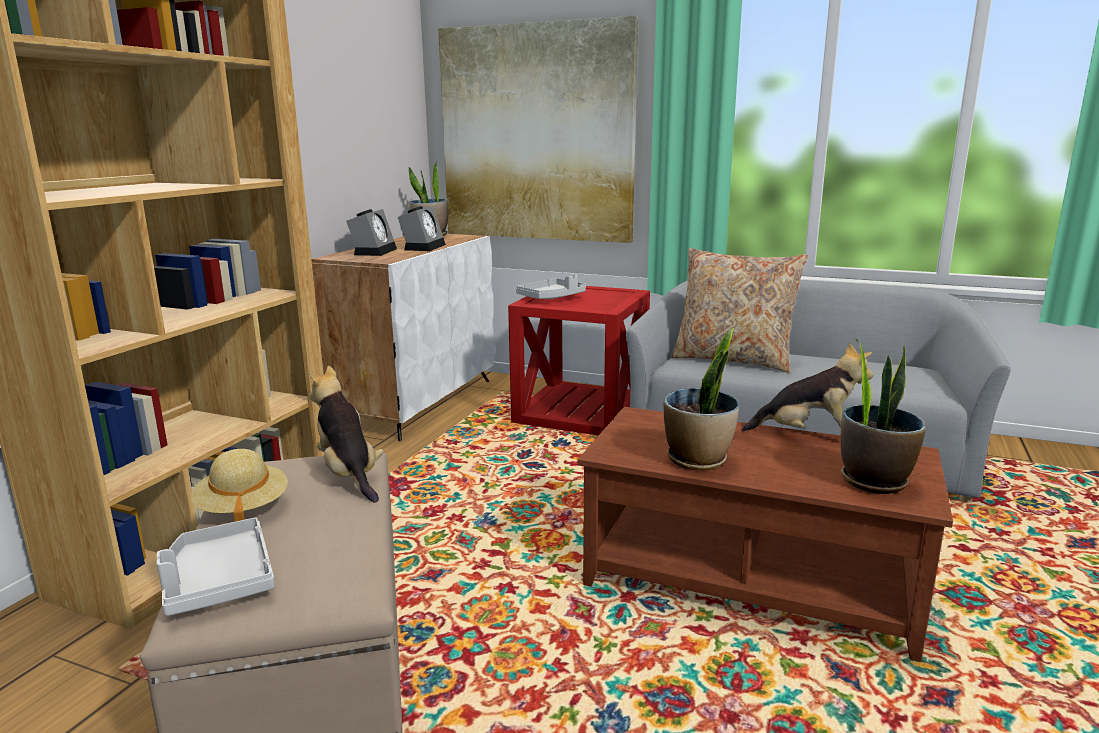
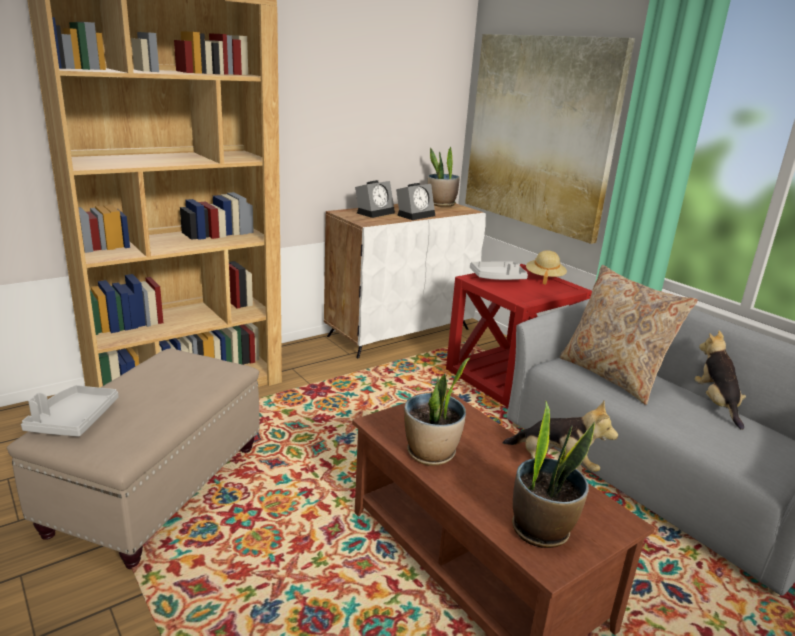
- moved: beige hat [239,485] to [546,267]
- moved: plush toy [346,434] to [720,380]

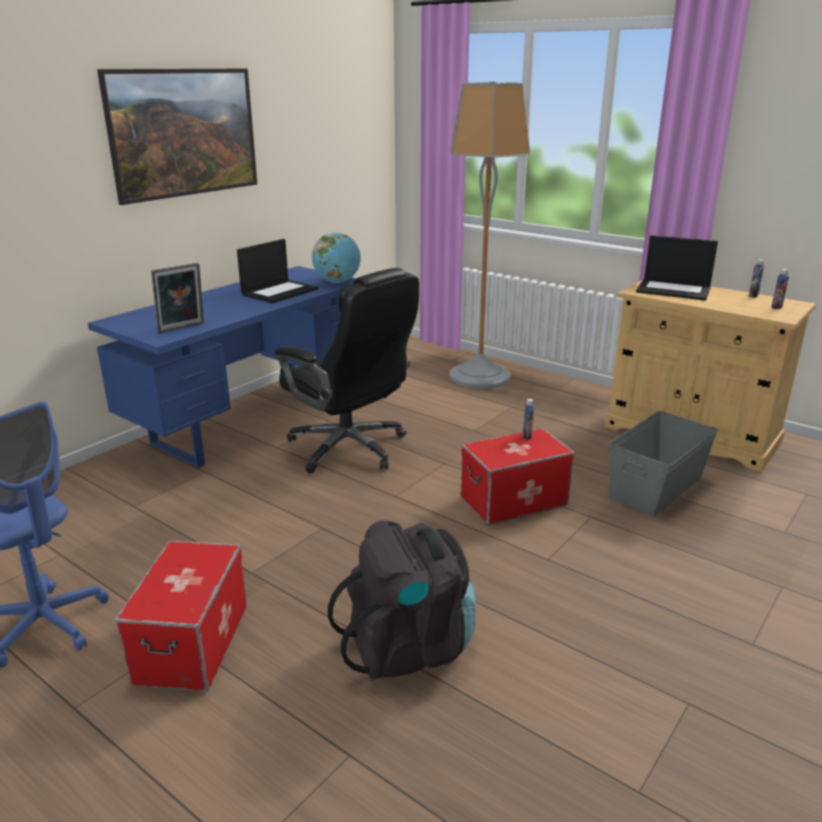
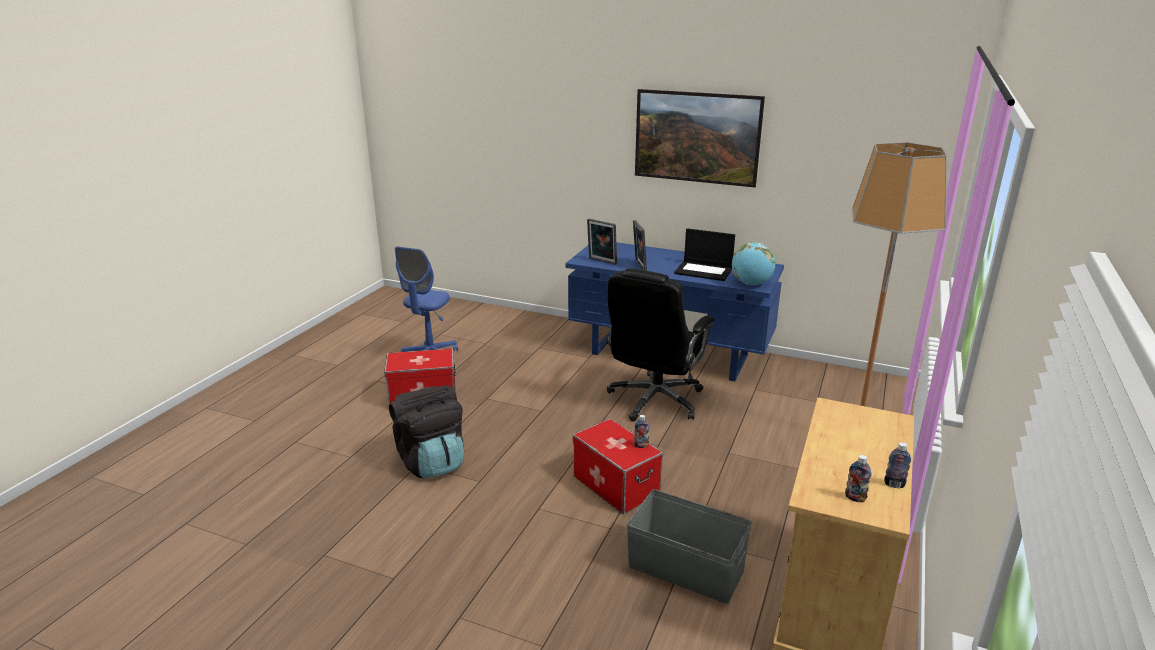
- removed: laptop [677,267]
- added: picture frame [640,245]

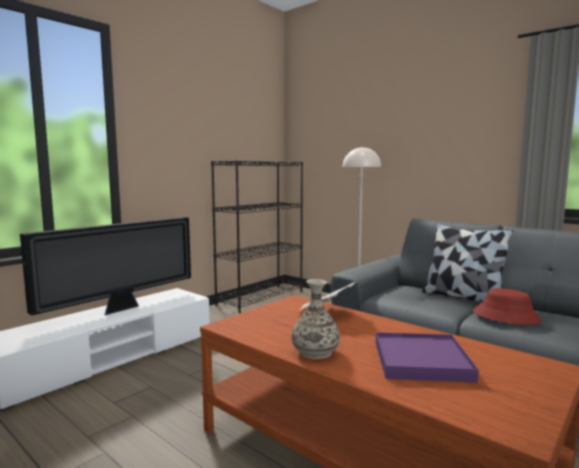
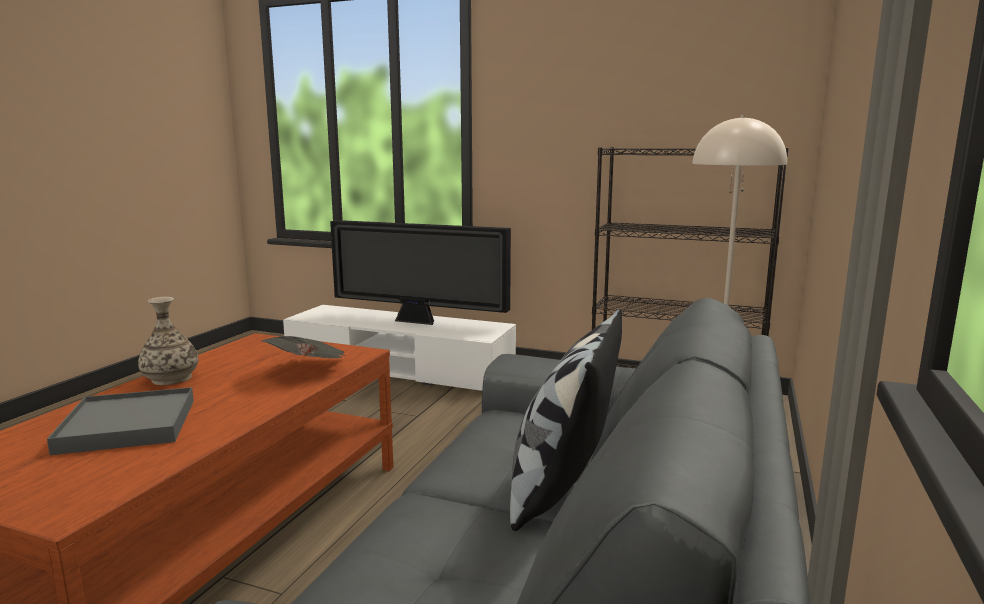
- recoloured: purple tray [427,357] to grey tray [120,421]
- removed: red hat [507,306]

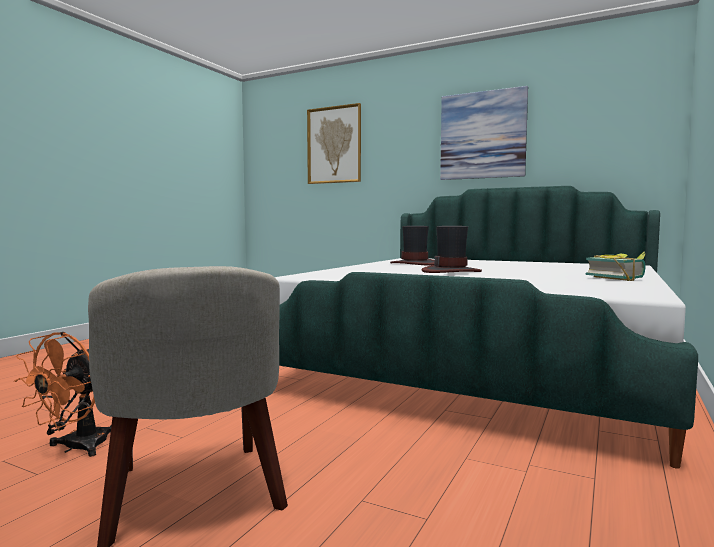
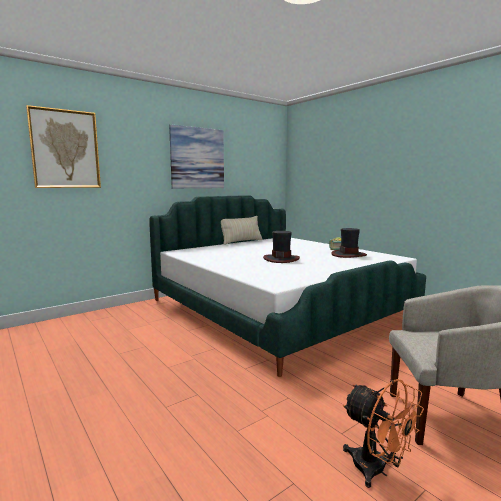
- moved: hat [412,246] to [349,243]
- added: beige pillow [242,230]

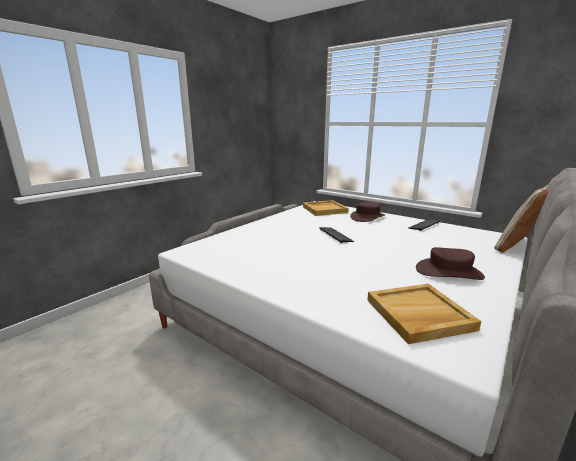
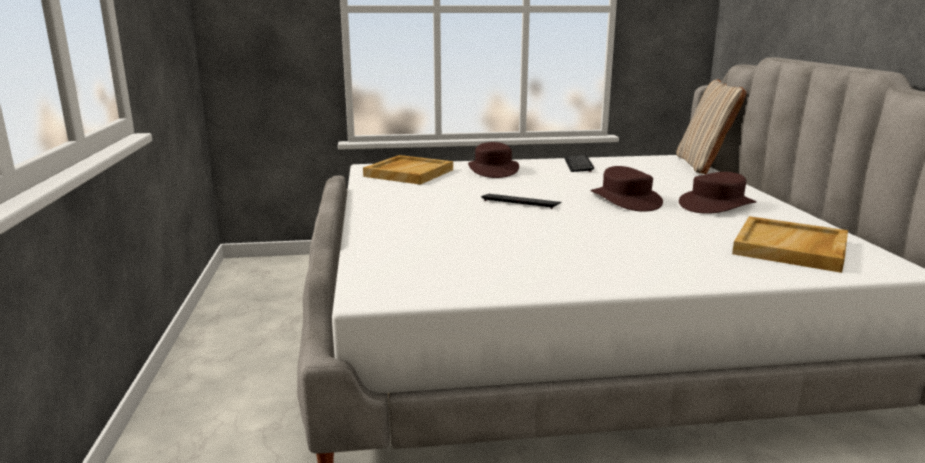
- added: brown hat [627,189]

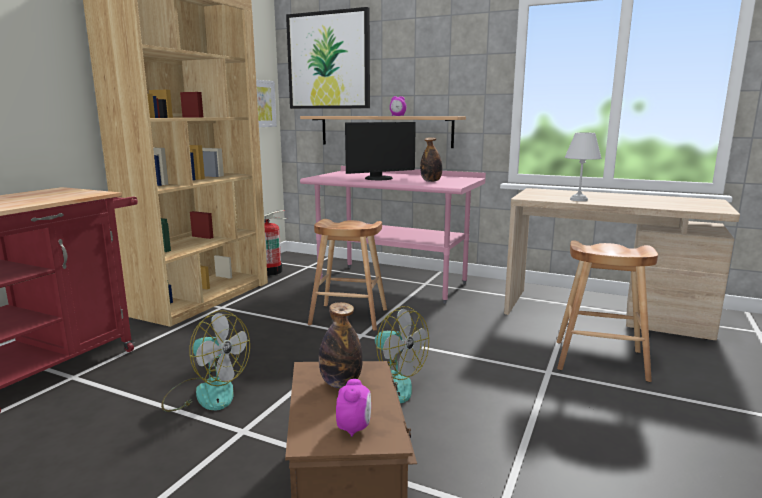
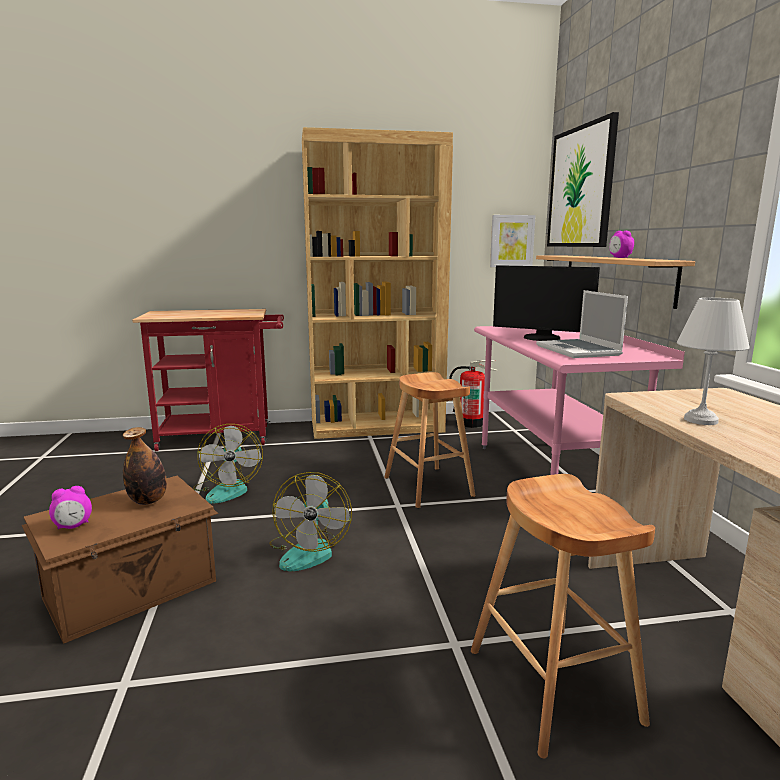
- replaced: bottle [431,159] to laptop [582,324]

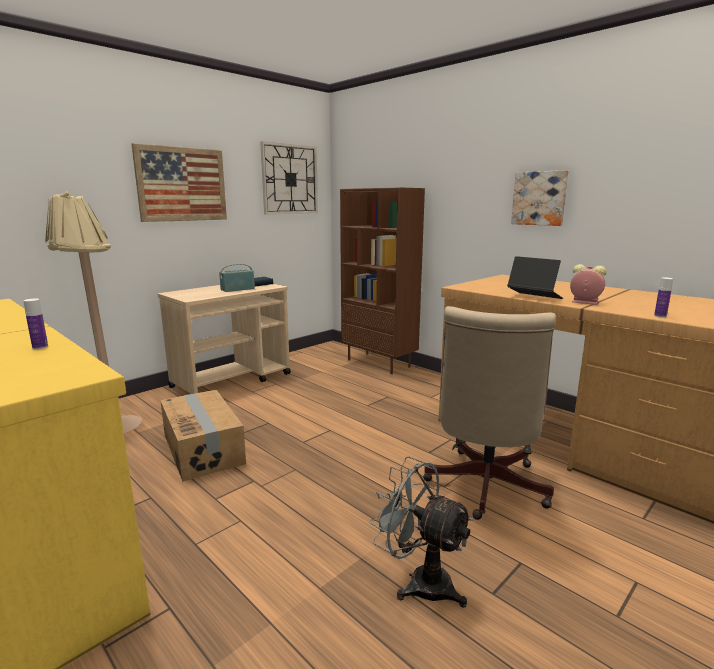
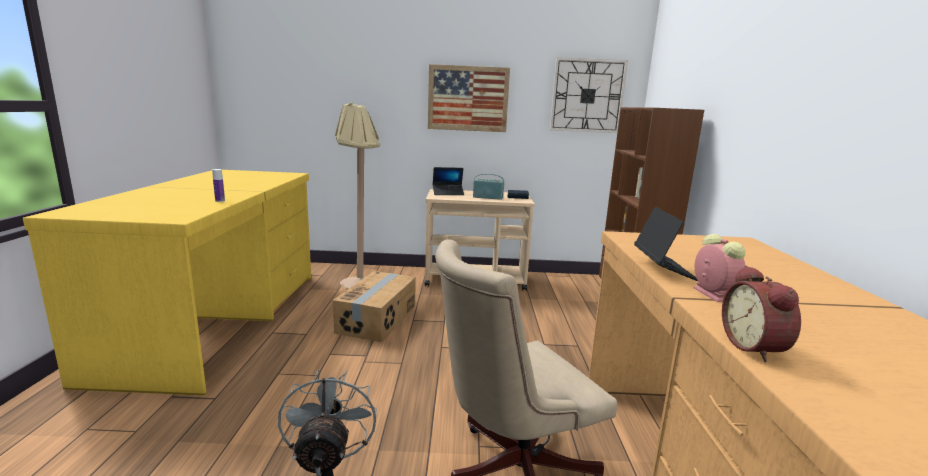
- removed: picture [540,198]
- replaced: bottle [663,297] to alarm clock [761,313]
- added: laptop [448,181]

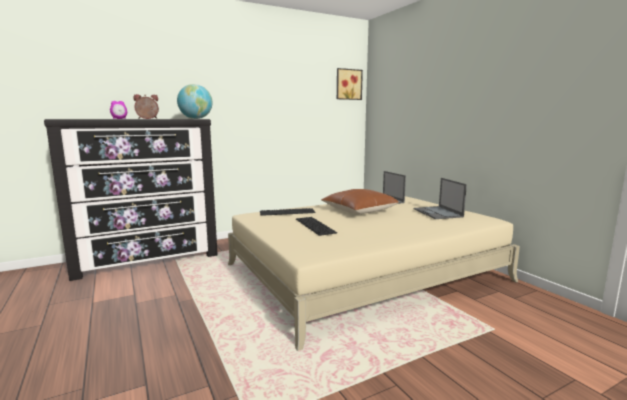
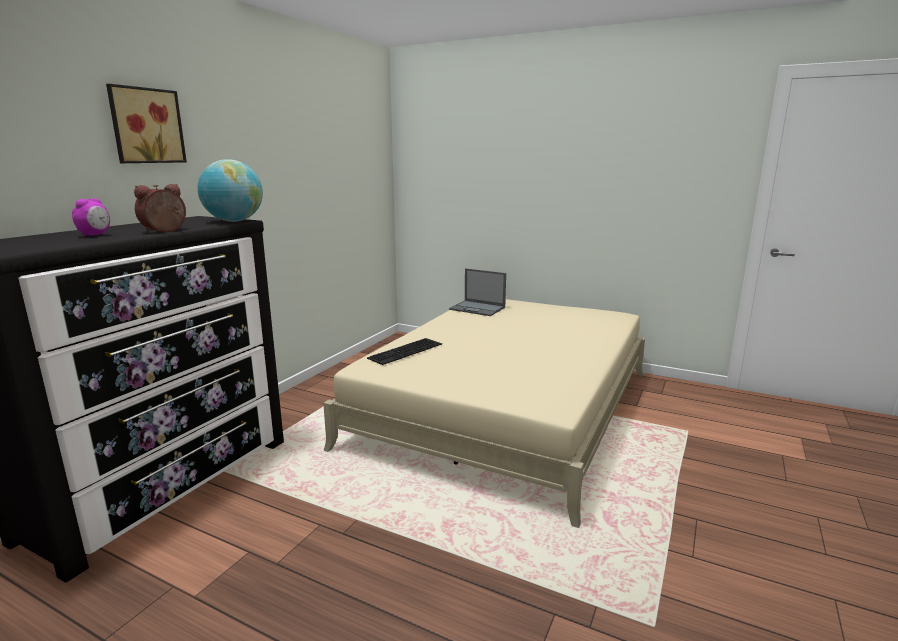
- removed: keyboard [316,226]
- removed: brown pillow [360,201]
- moved: picture [350,84] to [146,123]
- removed: laptop [440,198]

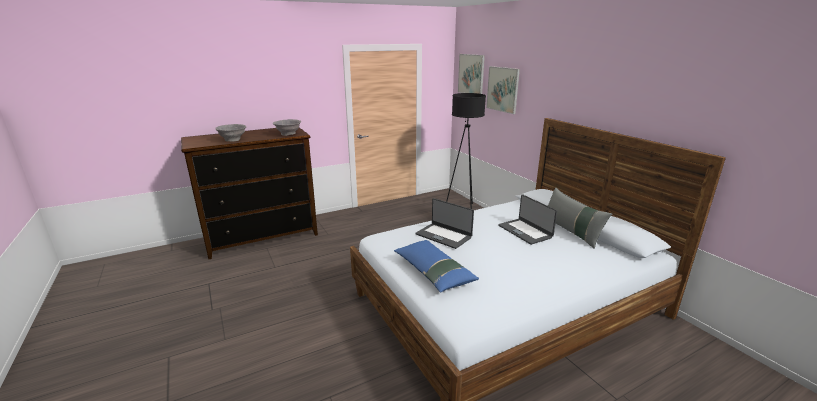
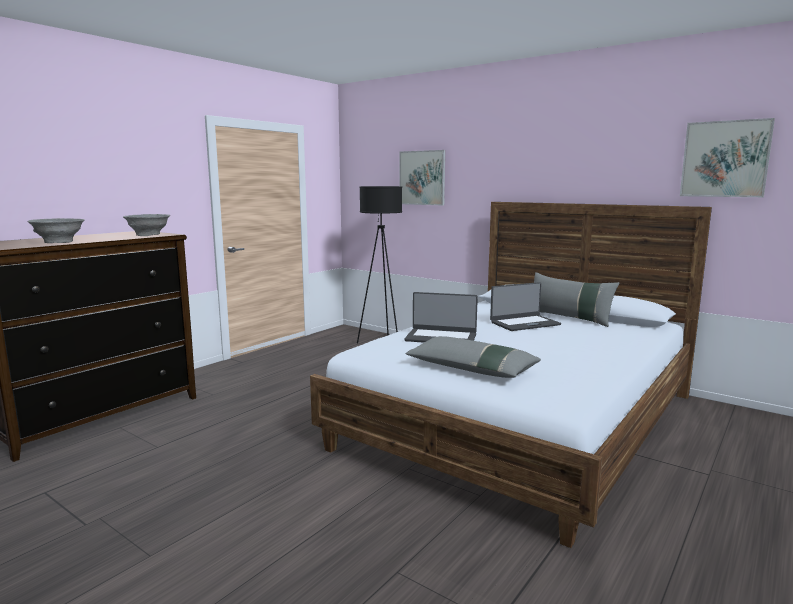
- recoloured: blue pillow [436,266] to grey pillow [473,357]
- moved: picture [471,74] to [727,157]
- turned: laptop [527,219] = [525,306] 60 degrees counterclockwise

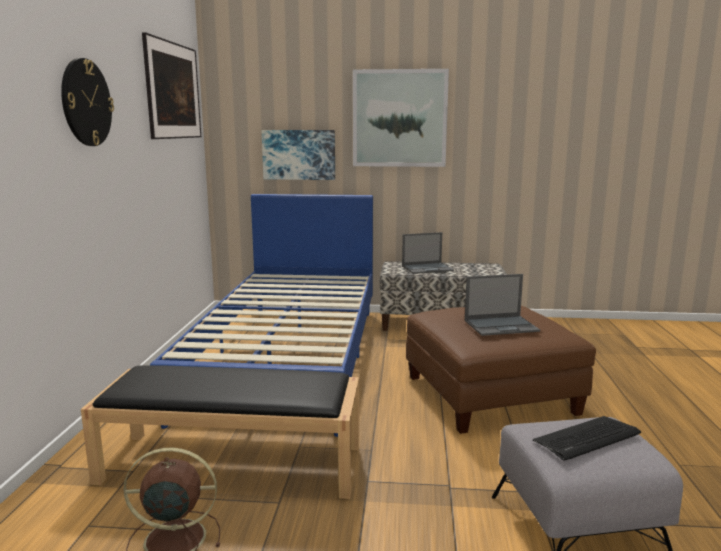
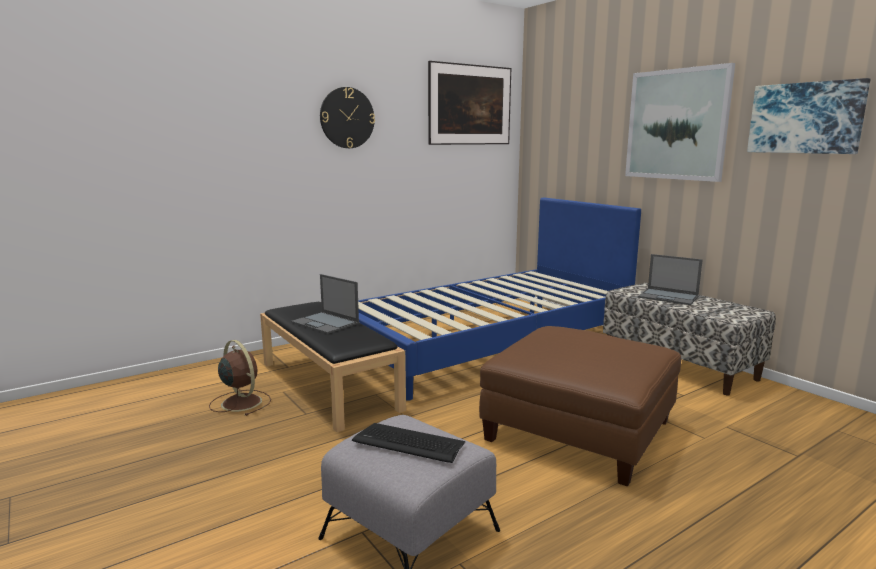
- moved: picture [298,155] to [808,116]
- moved: laptop [502,305] to [325,304]

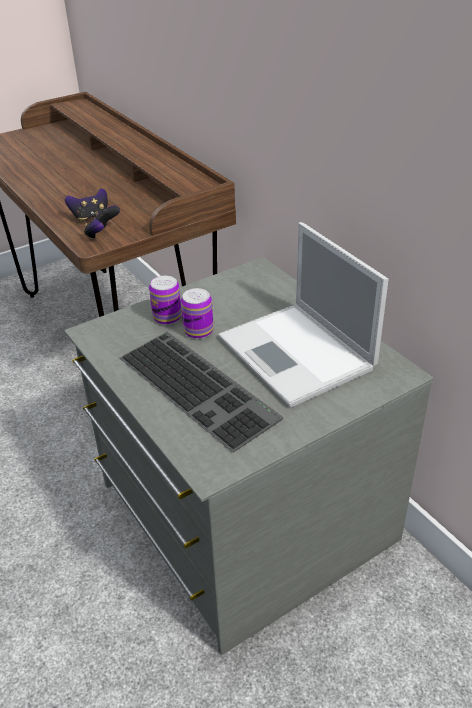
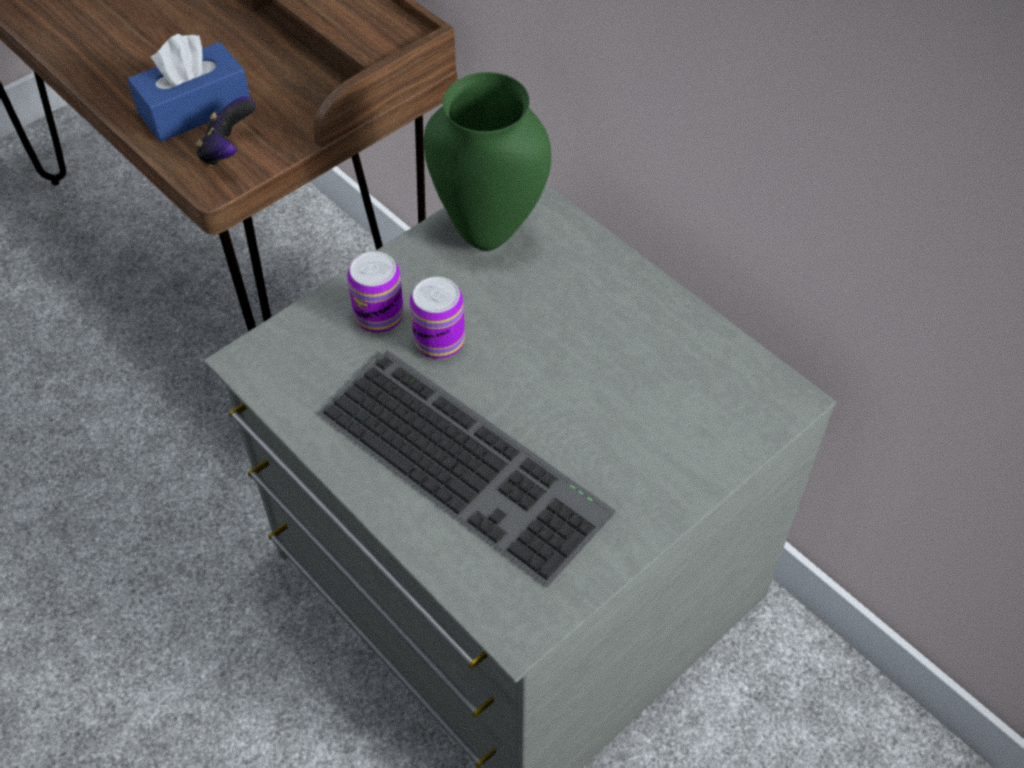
- replaced: game controller [86,205] to blue tissue box [188,88]
- removed: laptop [303,315]
- added: green vase [487,161]

